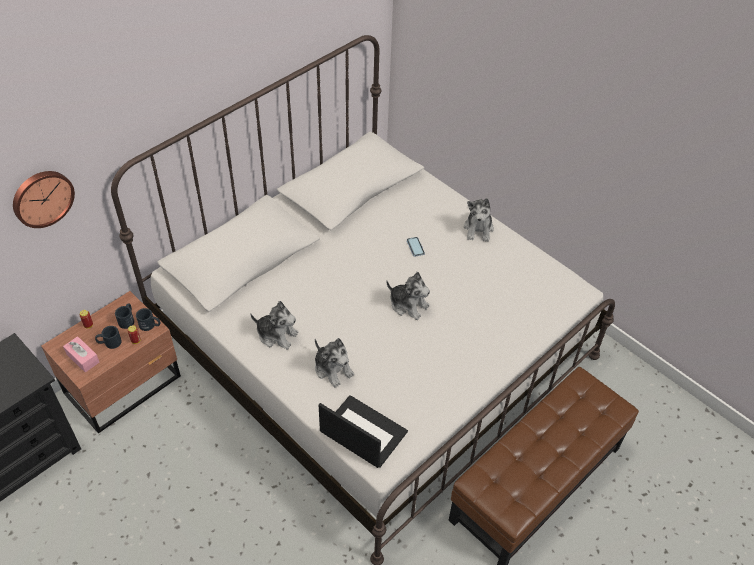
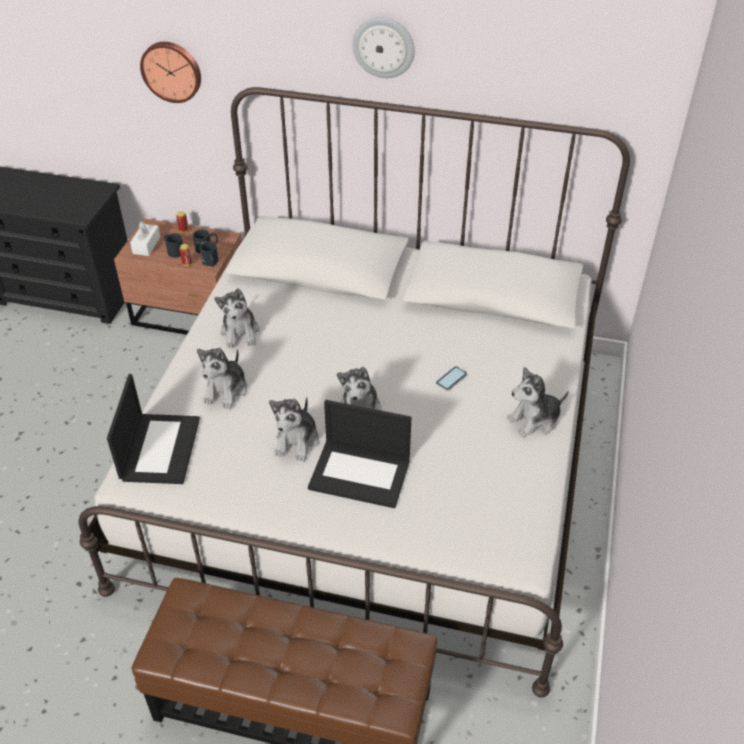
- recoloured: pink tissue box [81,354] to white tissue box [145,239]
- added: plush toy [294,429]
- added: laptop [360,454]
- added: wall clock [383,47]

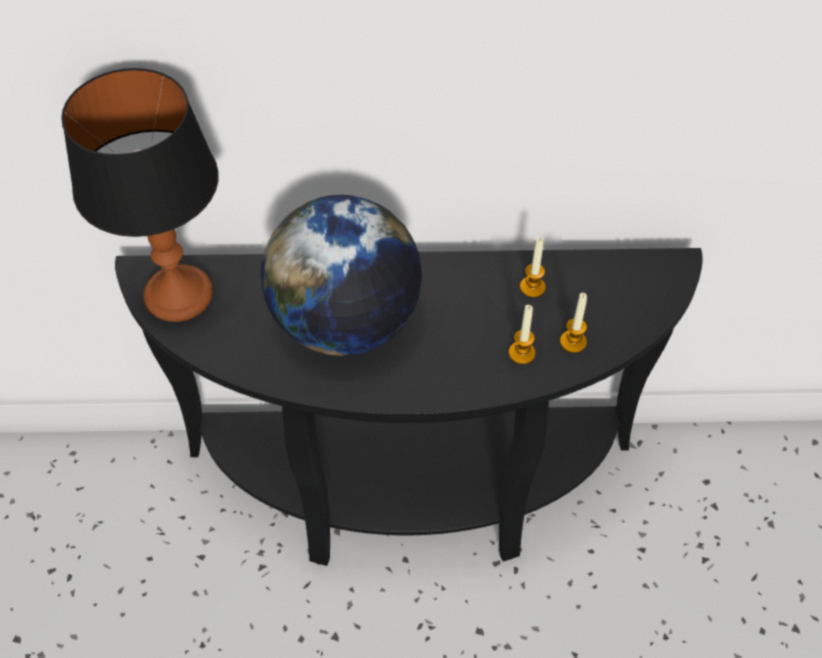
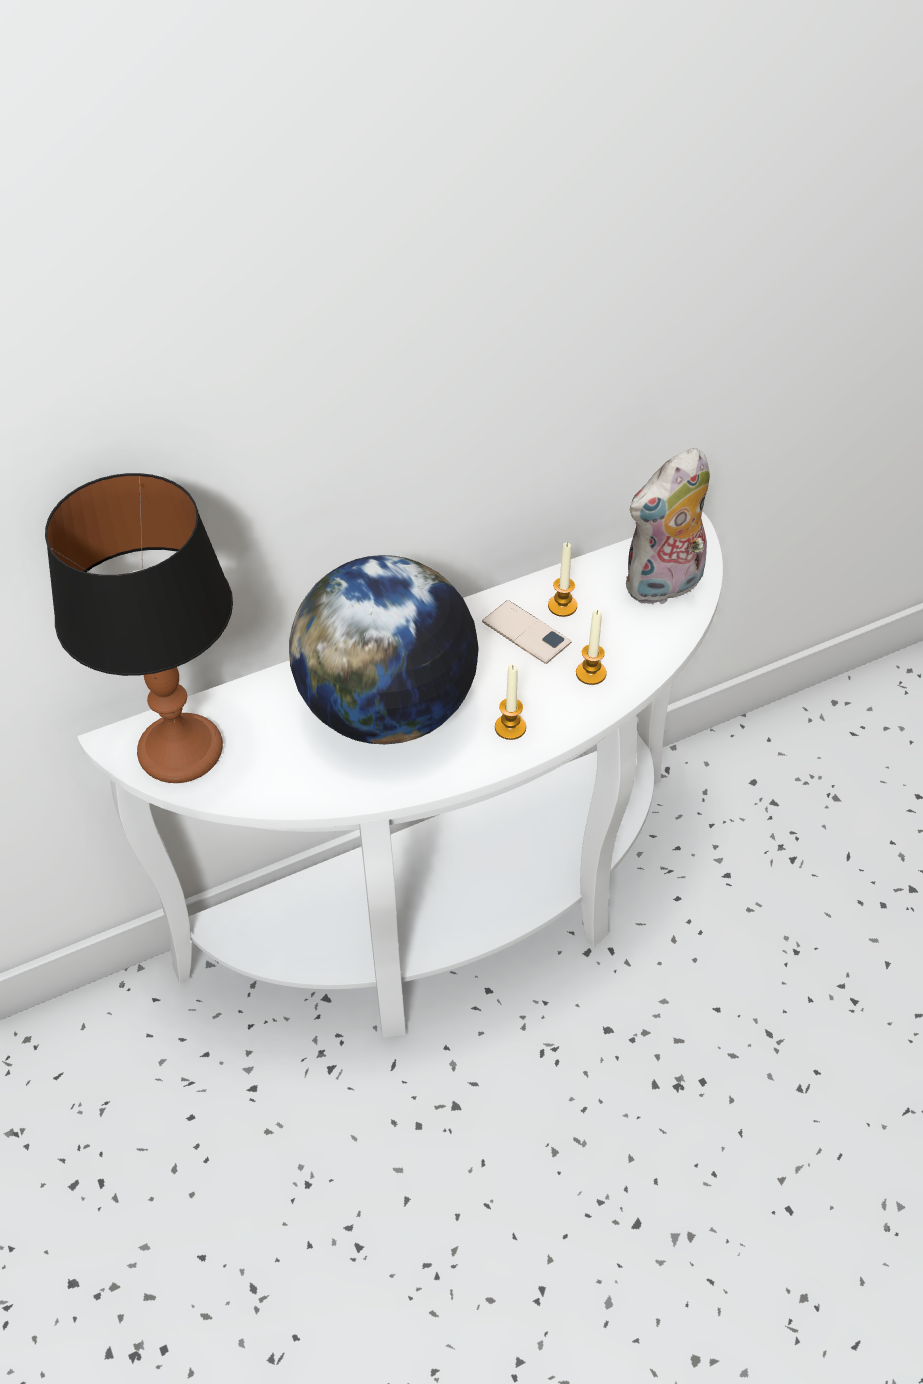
- recoloured: black console table [409,407] to white console table [400,775]
- moved: candle [573,323] to [510,702]
- added: phone [526,632]
- added: plush toy [668,527]

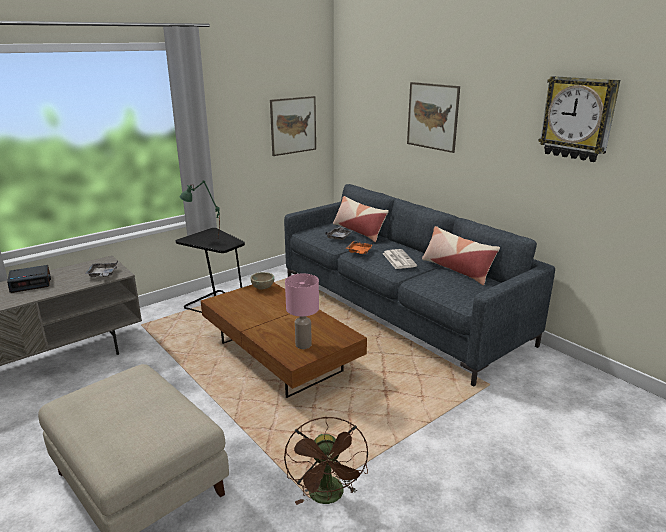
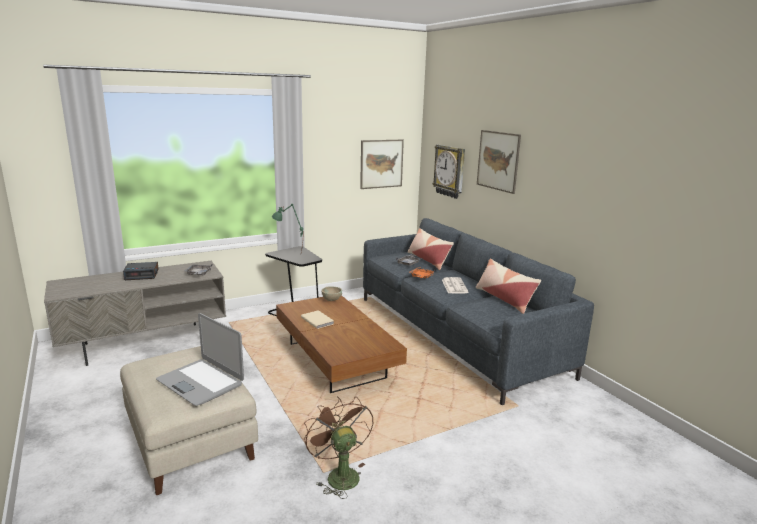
- turned: brown fan [326,461] = [339,447] 150 degrees clockwise
- removed: pink table lamp [302,311]
- moved: wall clock [579,119] to [448,171]
- added: laptop [200,359]
- added: beige book [317,319]

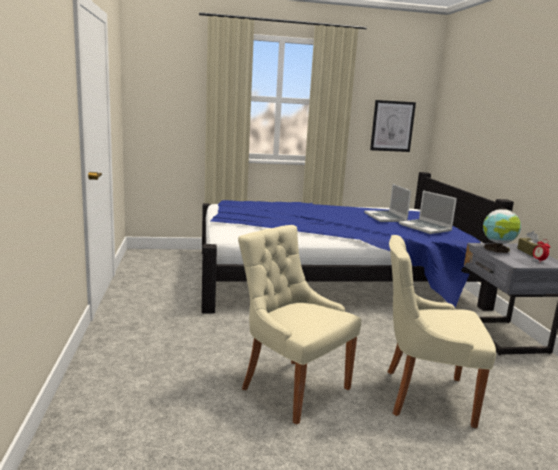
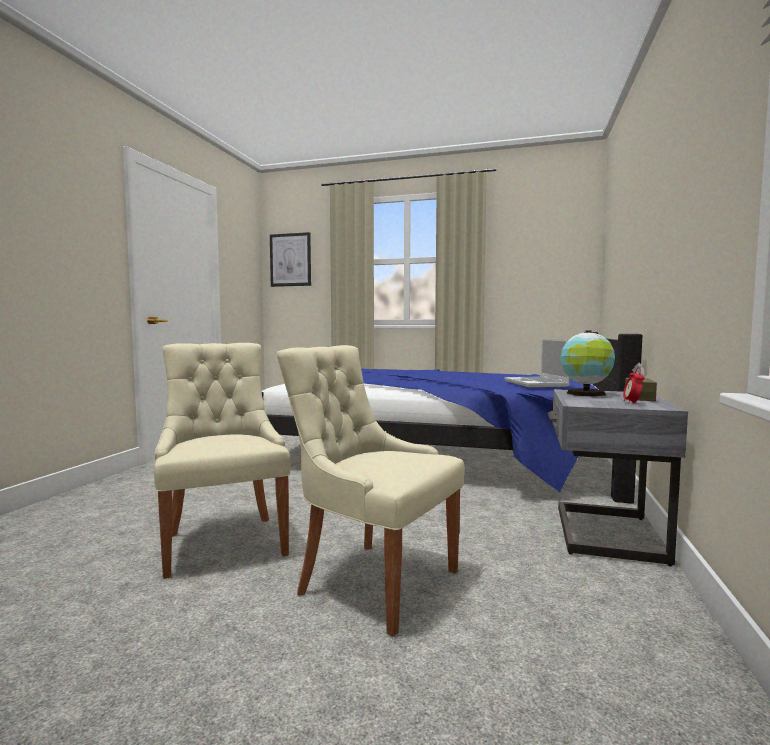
- removed: laptop [387,203]
- moved: picture [393,126] to [290,259]

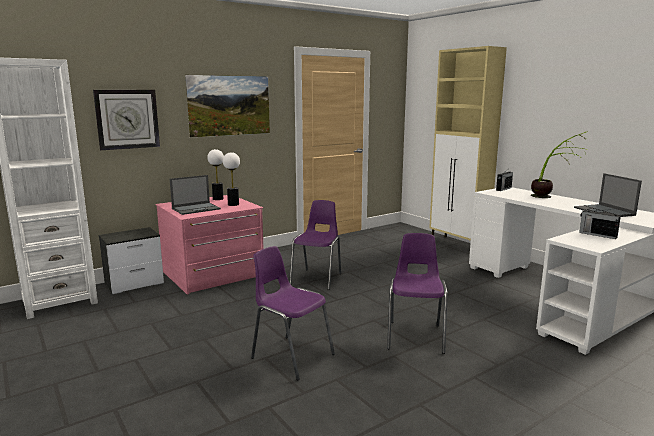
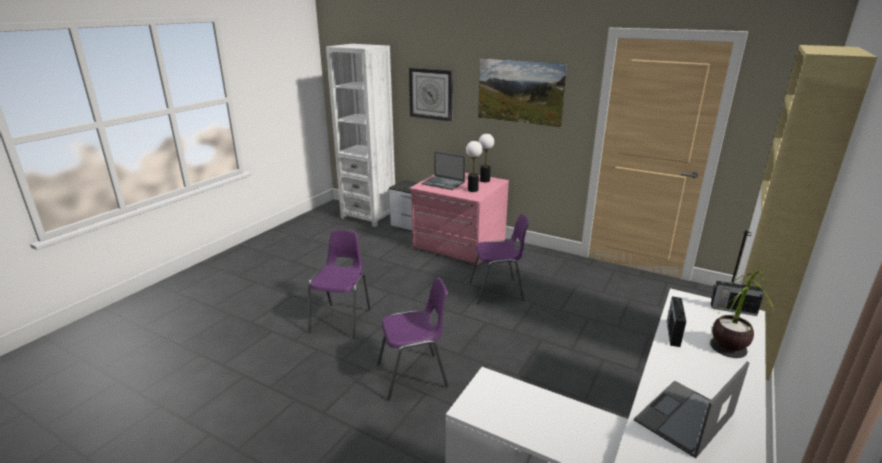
- moved: radio [600,224] to [676,322]

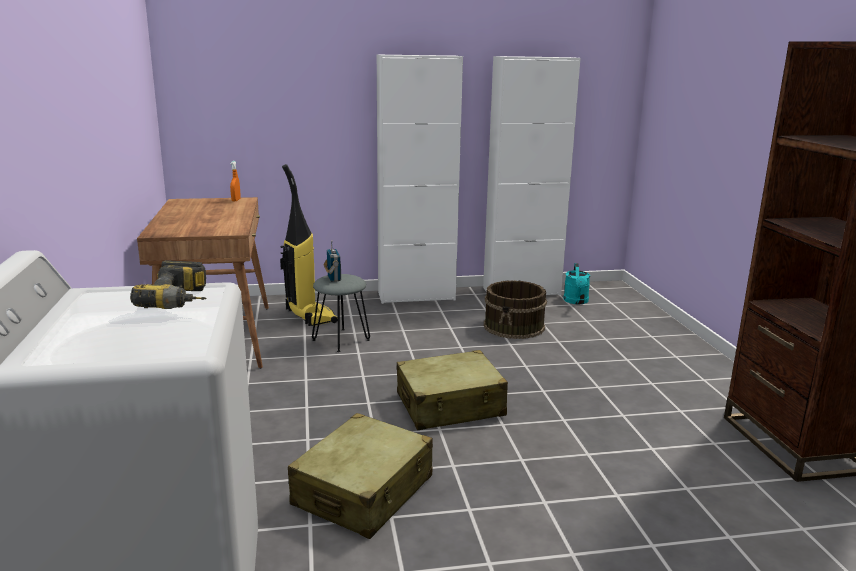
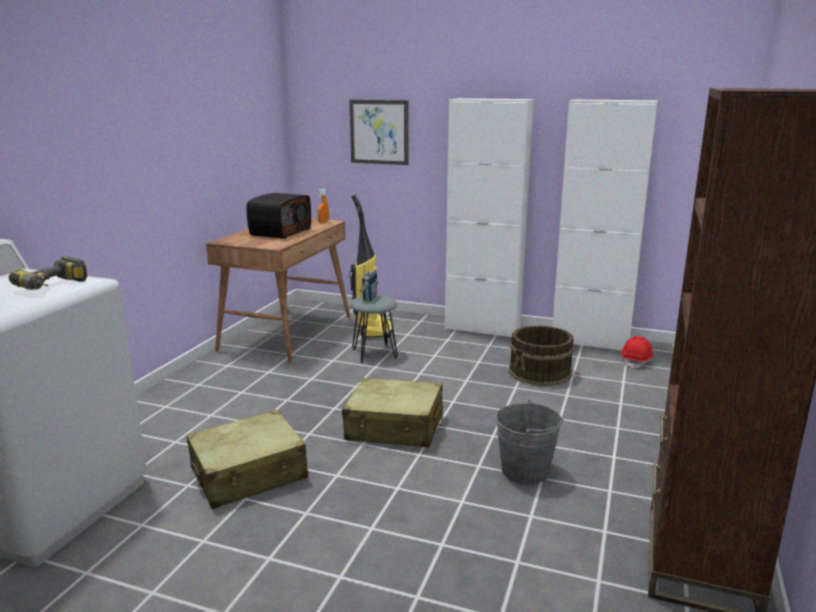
- replaced: turquoise watering can [576,283] to red hard hat [637,352]
- added: radio [279,216]
- added: picture [378,132]
- added: grey bucket [530,442]

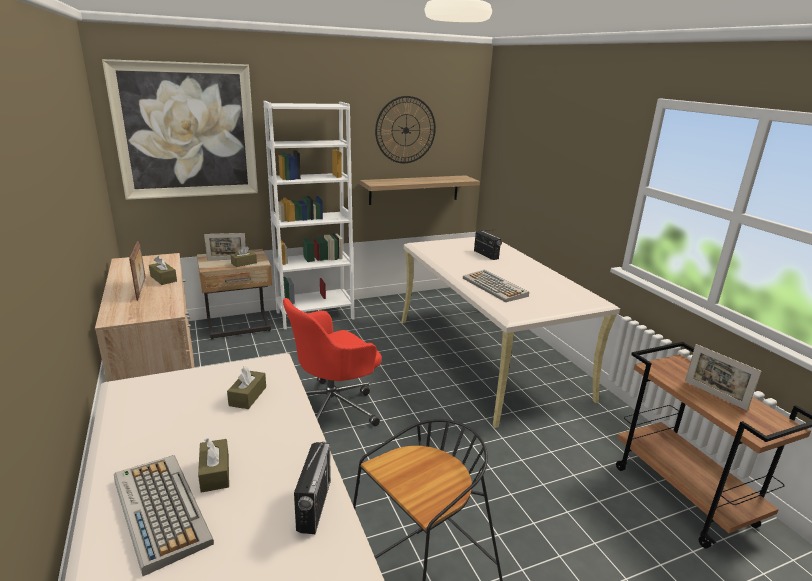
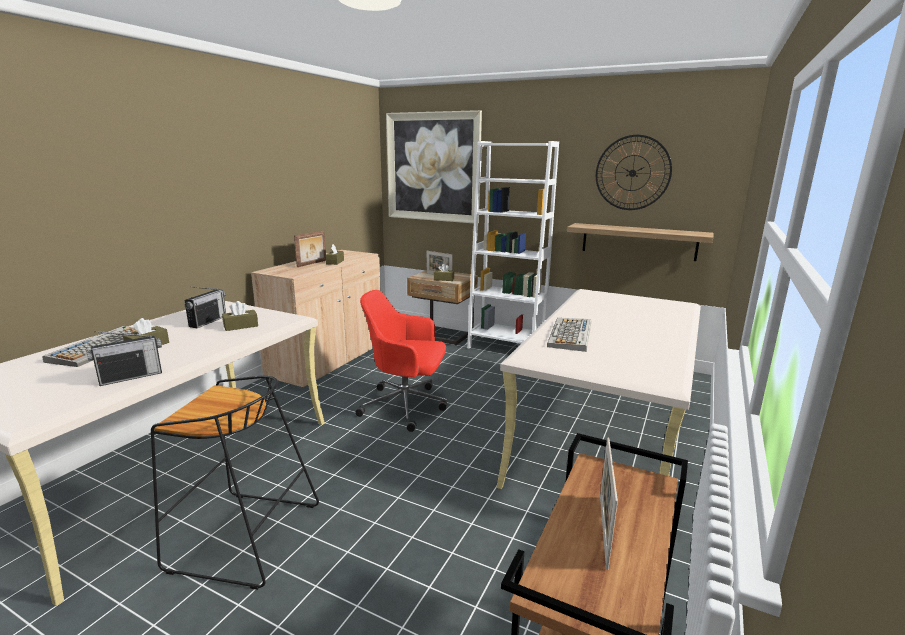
- moved: radio [488,244] to [205,307]

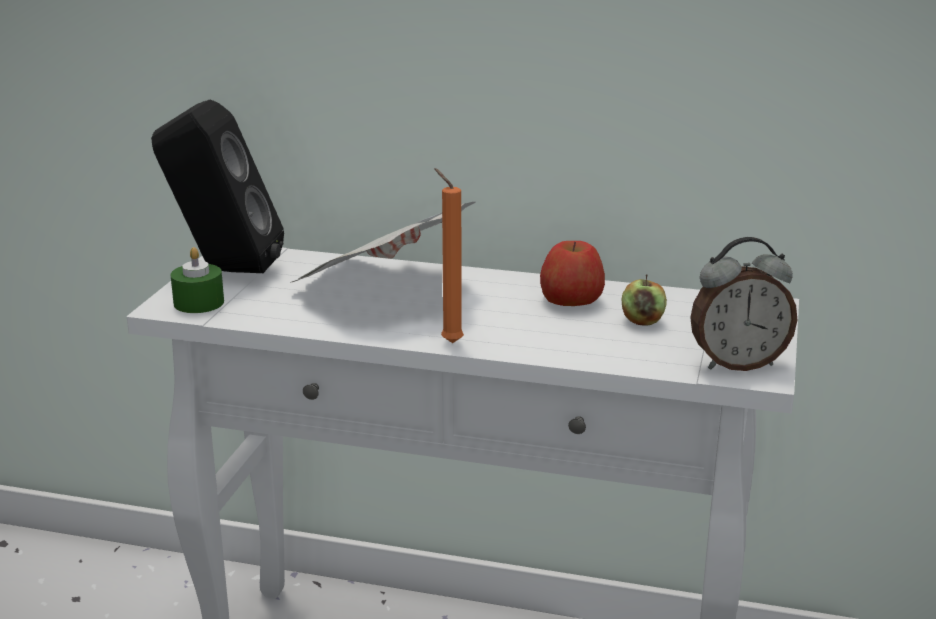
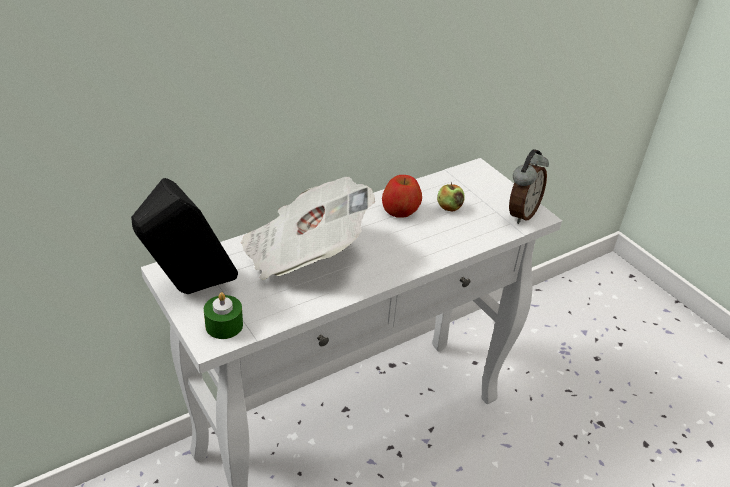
- removed: orange candle [449,255]

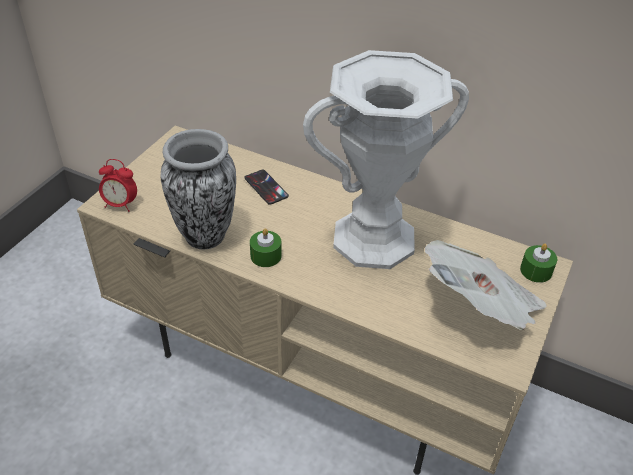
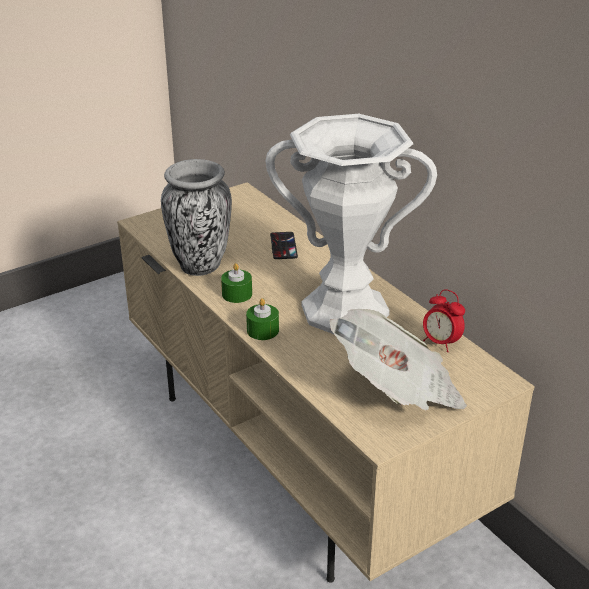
- moved: alarm clock [118,185] to [444,320]
- moved: green candle [538,263] to [262,319]

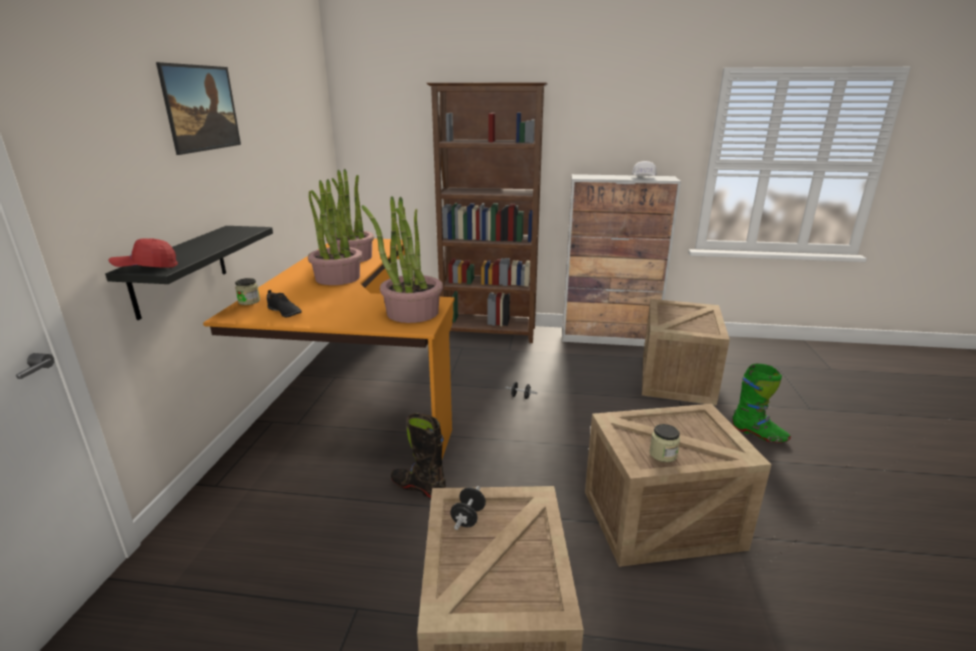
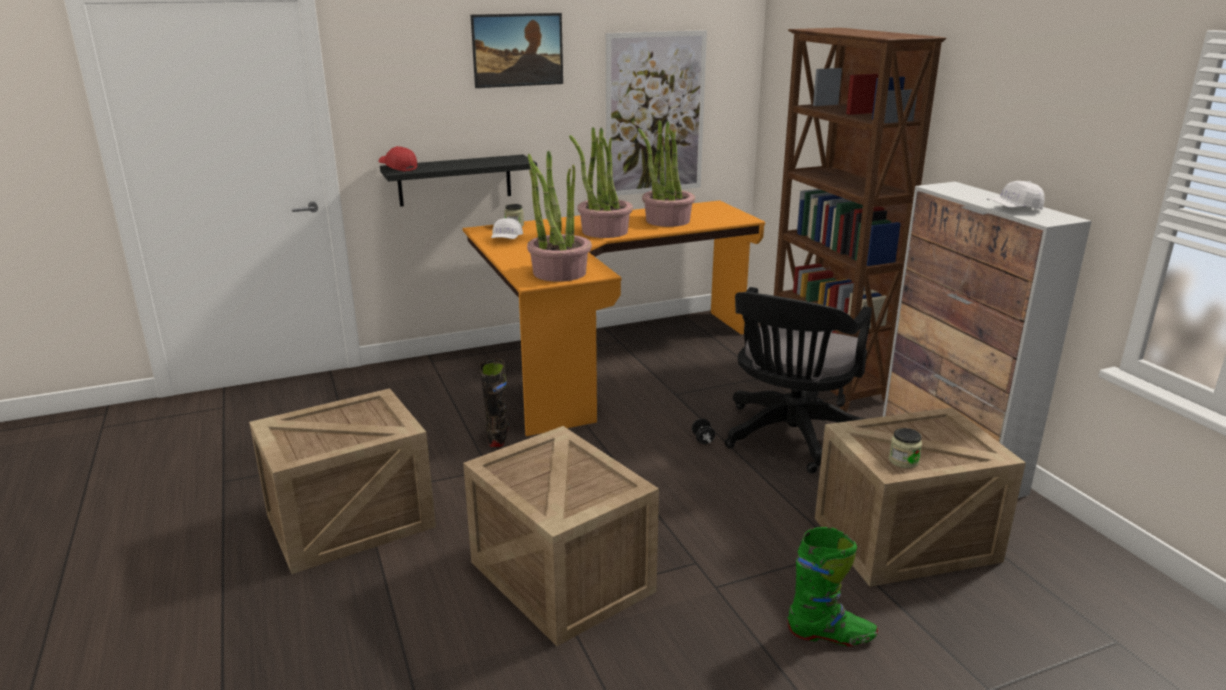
- replaced: black shoe [284,303] to white cap [507,228]
- removed: black dumbbell [468,508]
- moved: jar [665,443] to [905,448]
- turned: green boot [761,403] = [832,587] 90 degrees counterclockwise
- added: picture [656,113]
- added: black office chair [798,380]

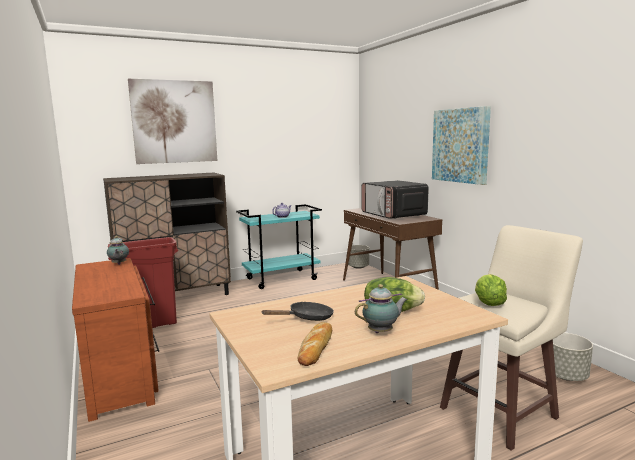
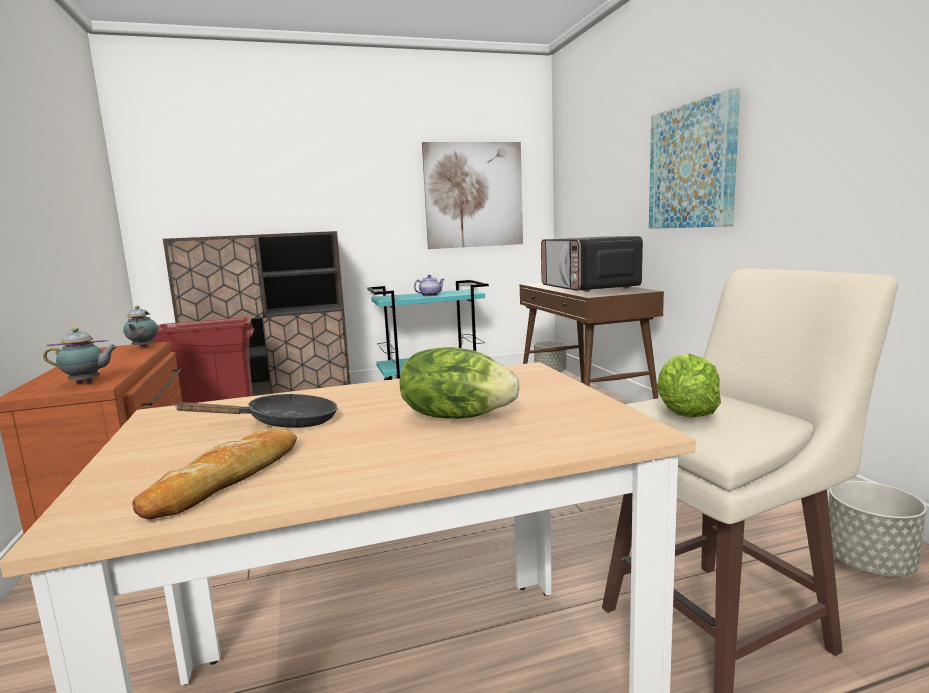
- moved: picture [172,121] to [472,195]
- moved: teapot [381,308] to [80,355]

